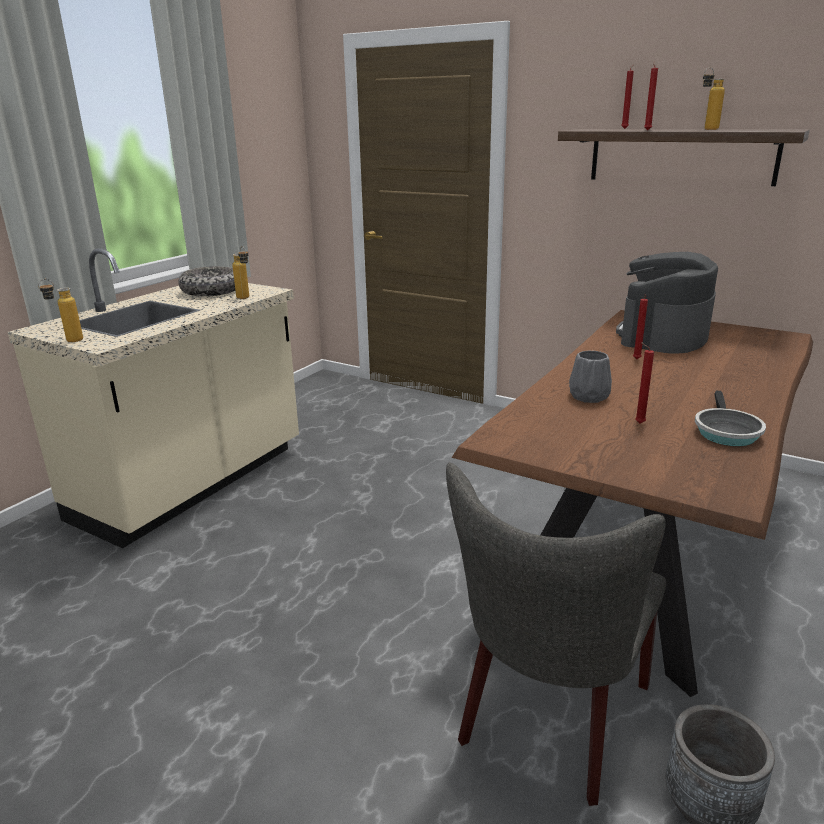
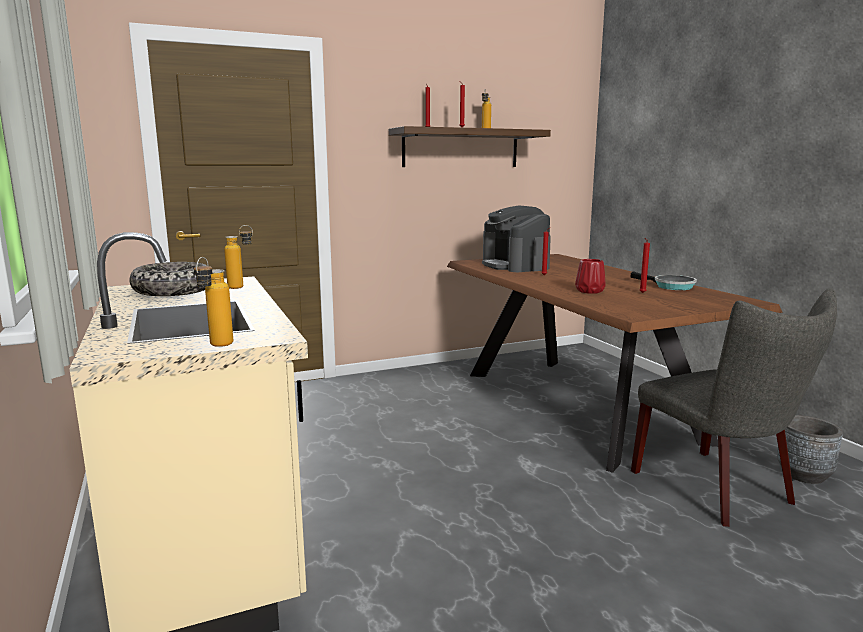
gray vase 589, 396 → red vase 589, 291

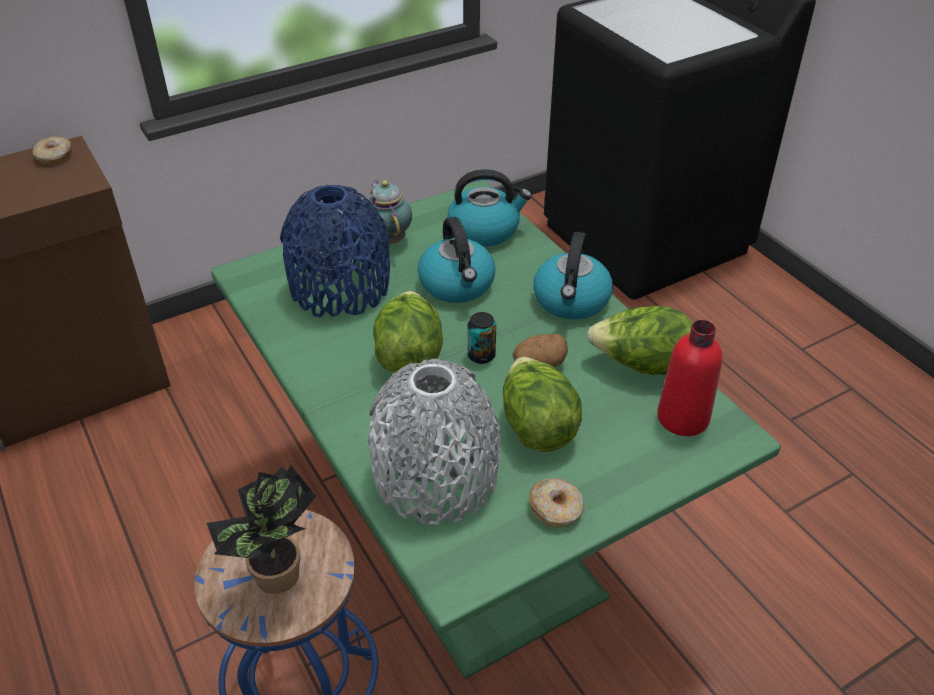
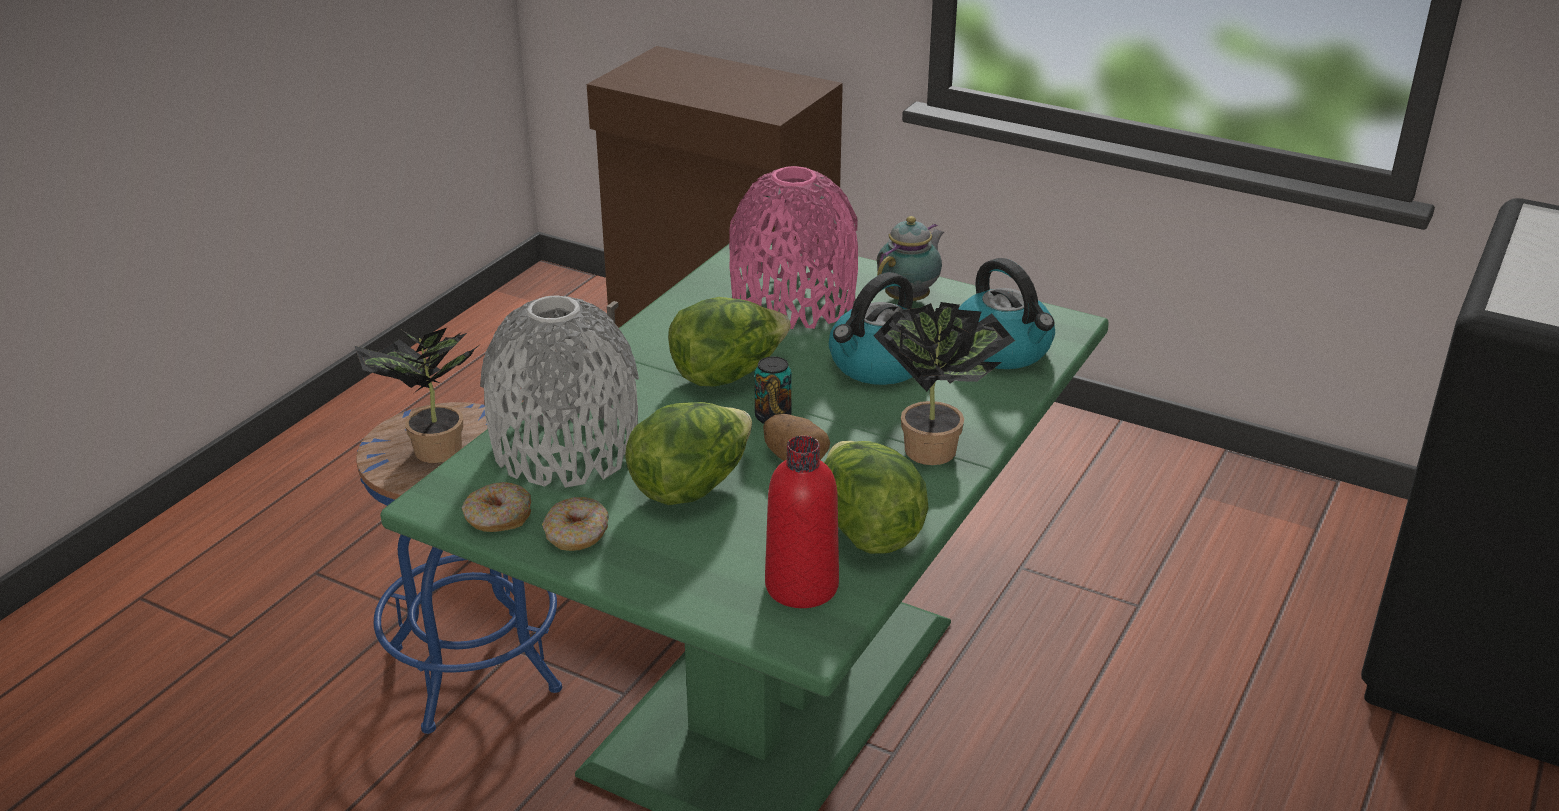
ring doughnut 55, 156 → ring doughnut 498, 518, relocated
blue-coloured vase 340, 288 → pink vase 793, 301
tea kettle 571, 301 → potted plant 936, 447

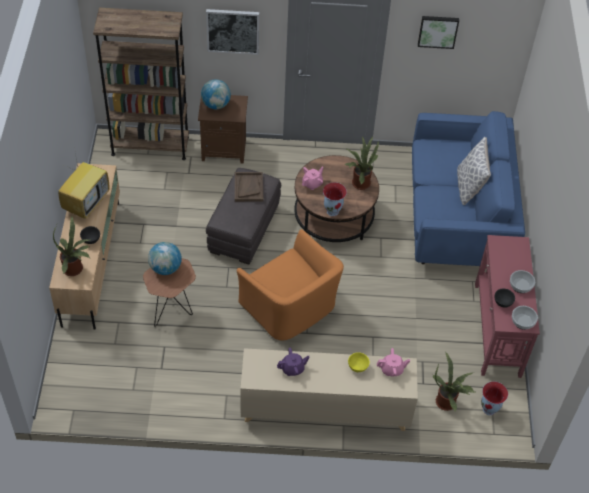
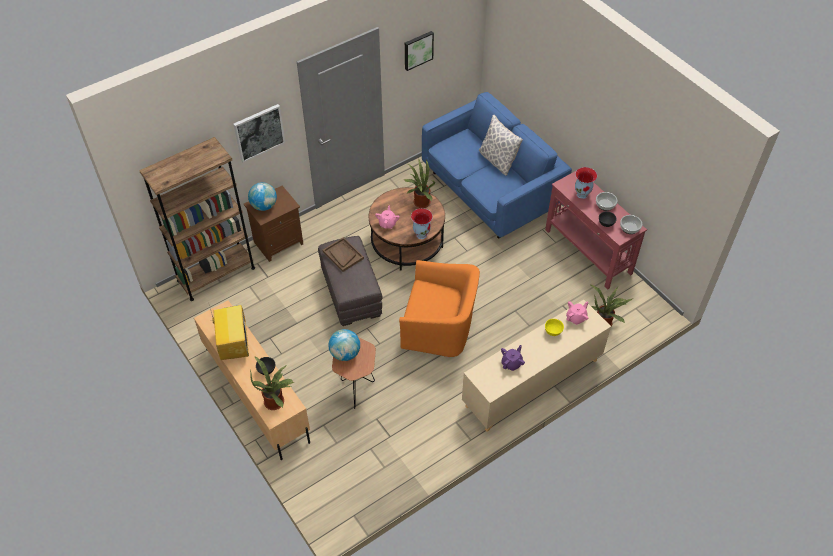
vase 489, 409 → vase 582, 194, relocated

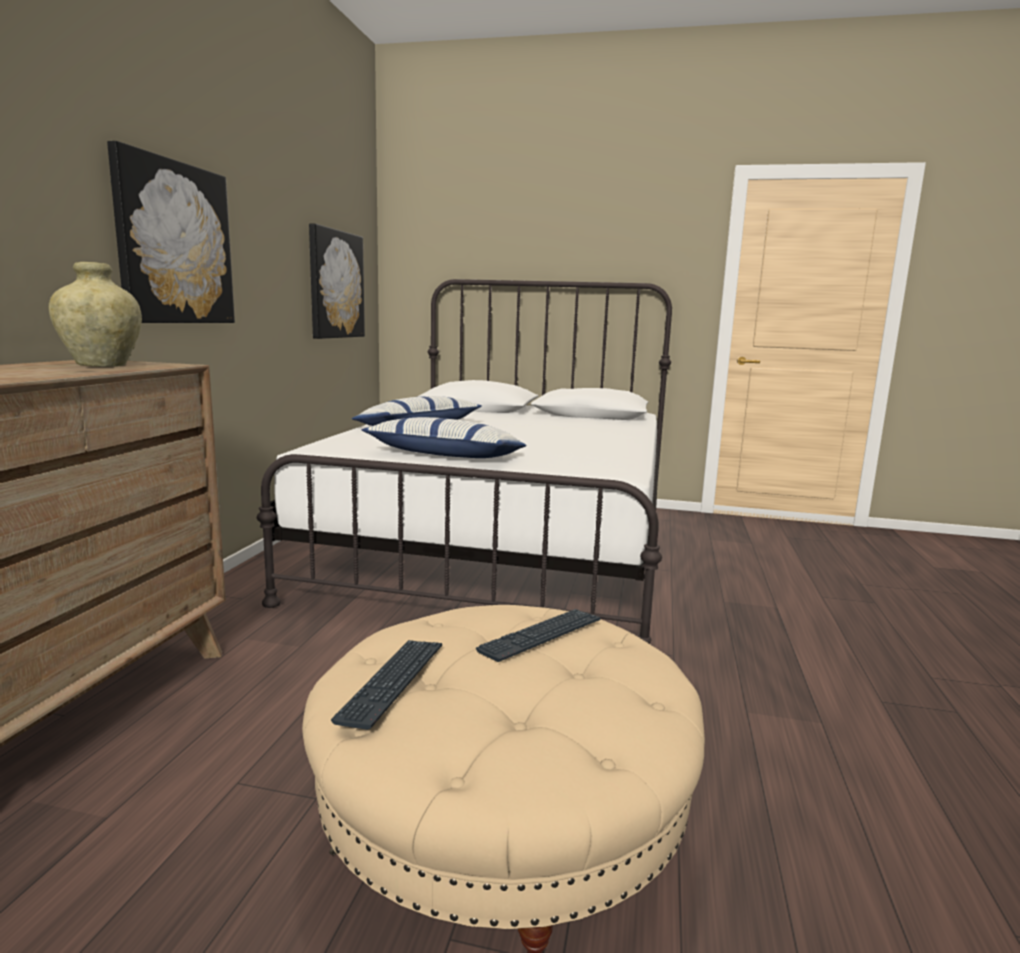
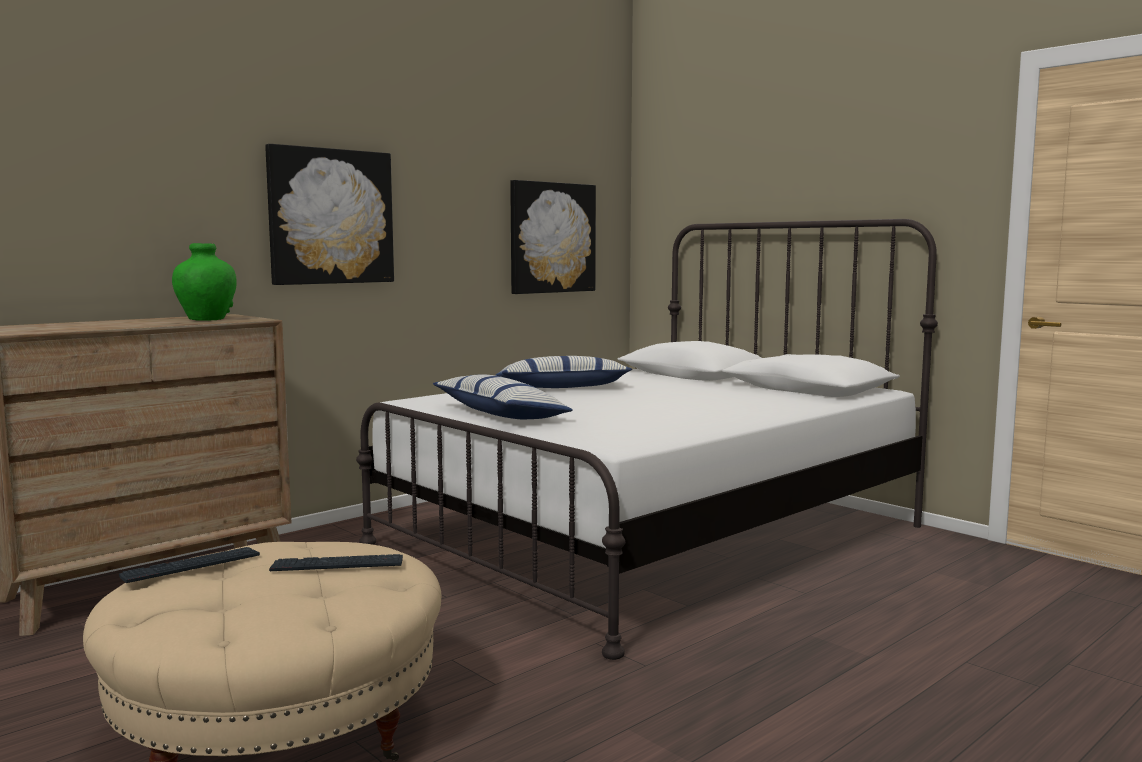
beige-coloured vase 102, 365 → green-coloured vase 206, 319

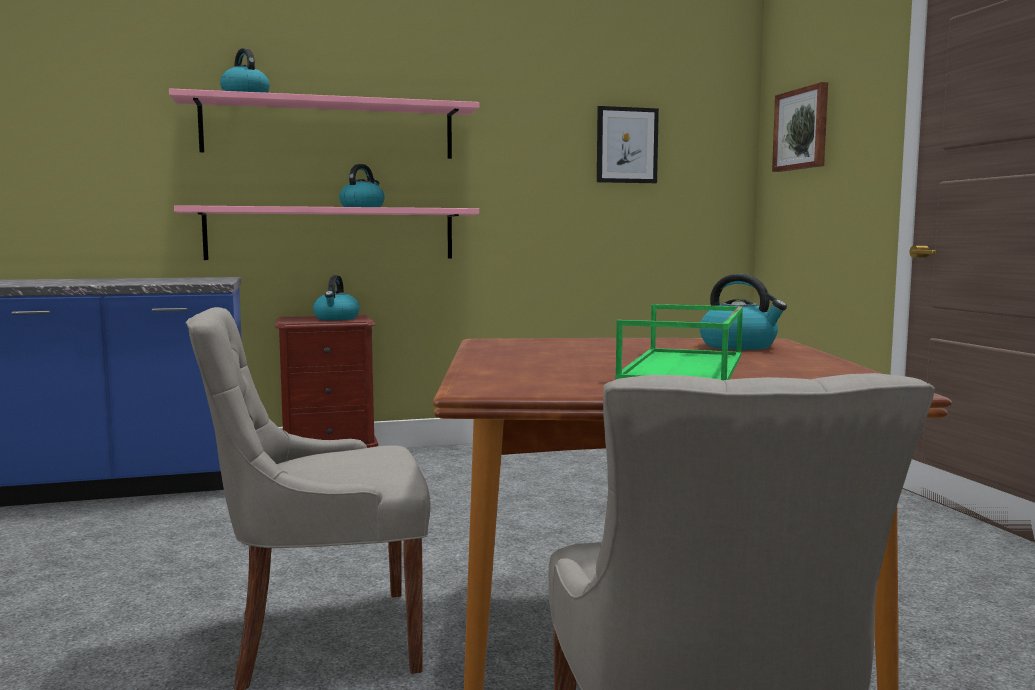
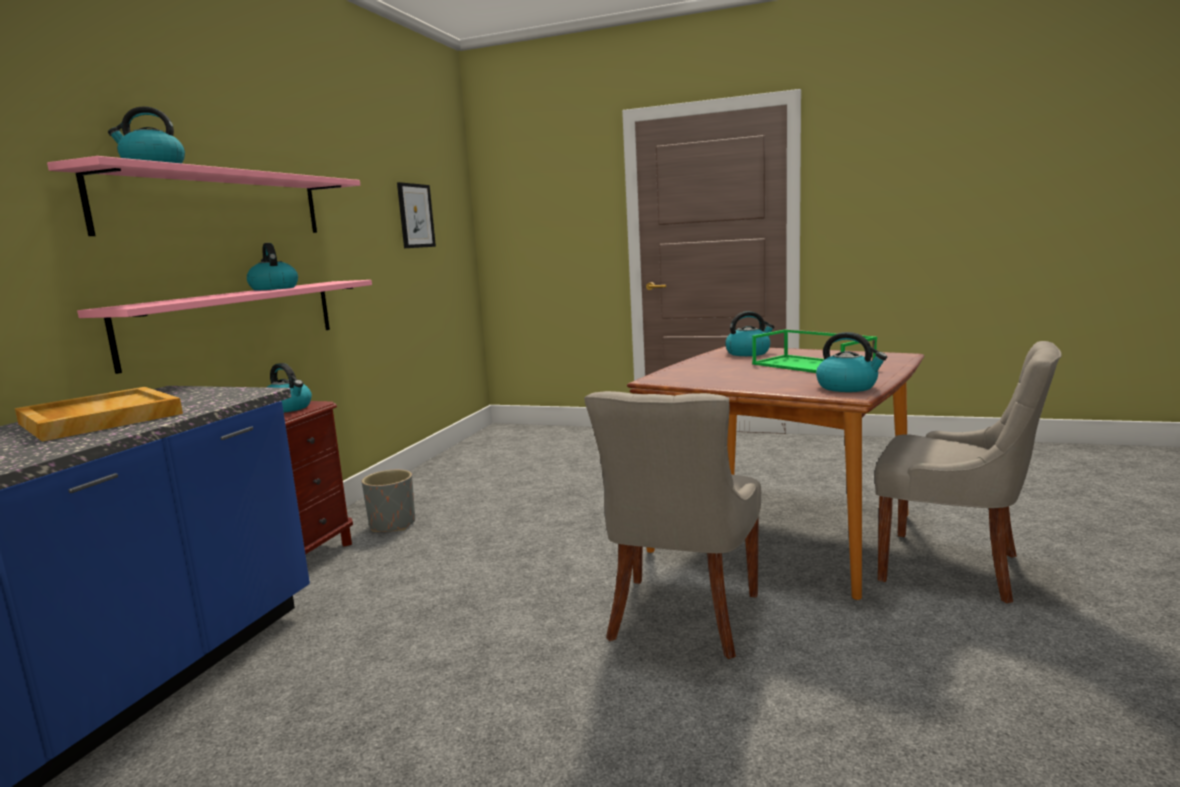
picture 802, 129 → -
- → beige-coloured carrying tray 99, 419
- → gray planter 392, 525
- → tea kettle 848, 387

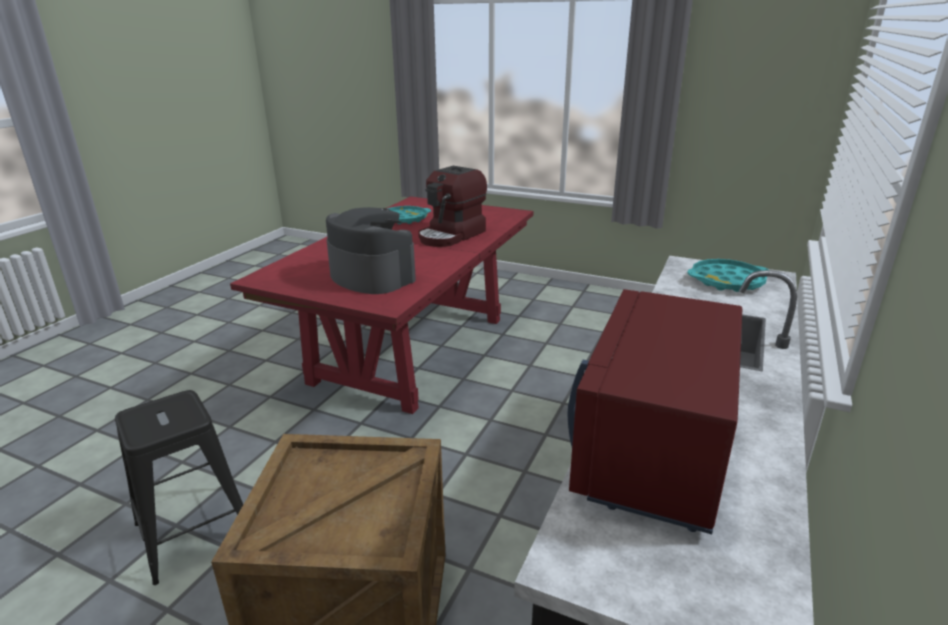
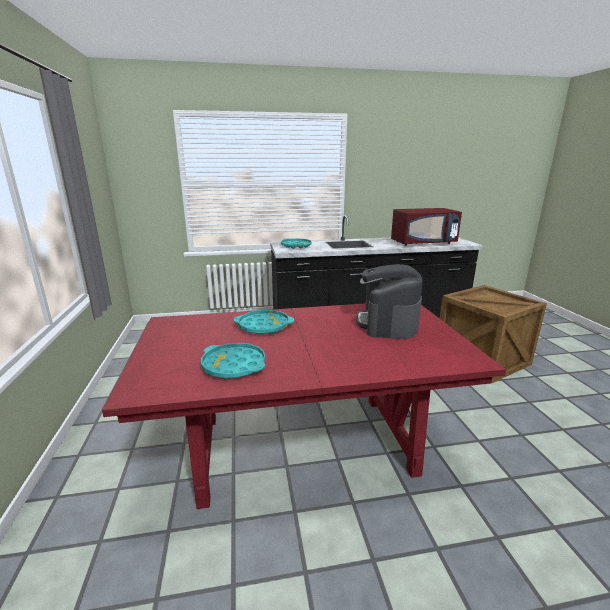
black stool seat 194, 531 → -
coffee machine 452, 235 → turquoise-coloured carrying tray 264, 326

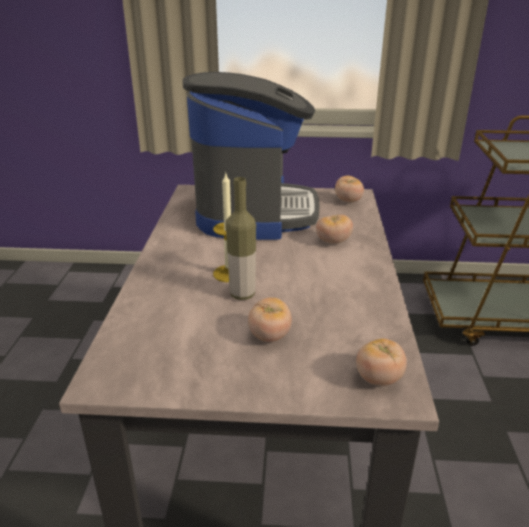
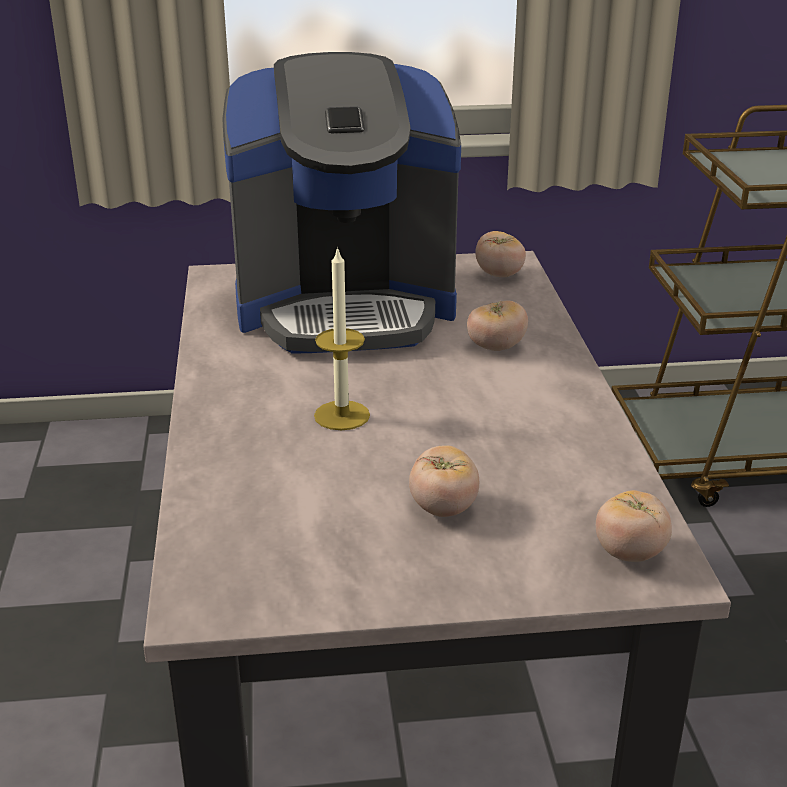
coffee machine 254, 212 → coffee machine 345, 306, 90 degrees clockwise
bottle 242, 294 → -

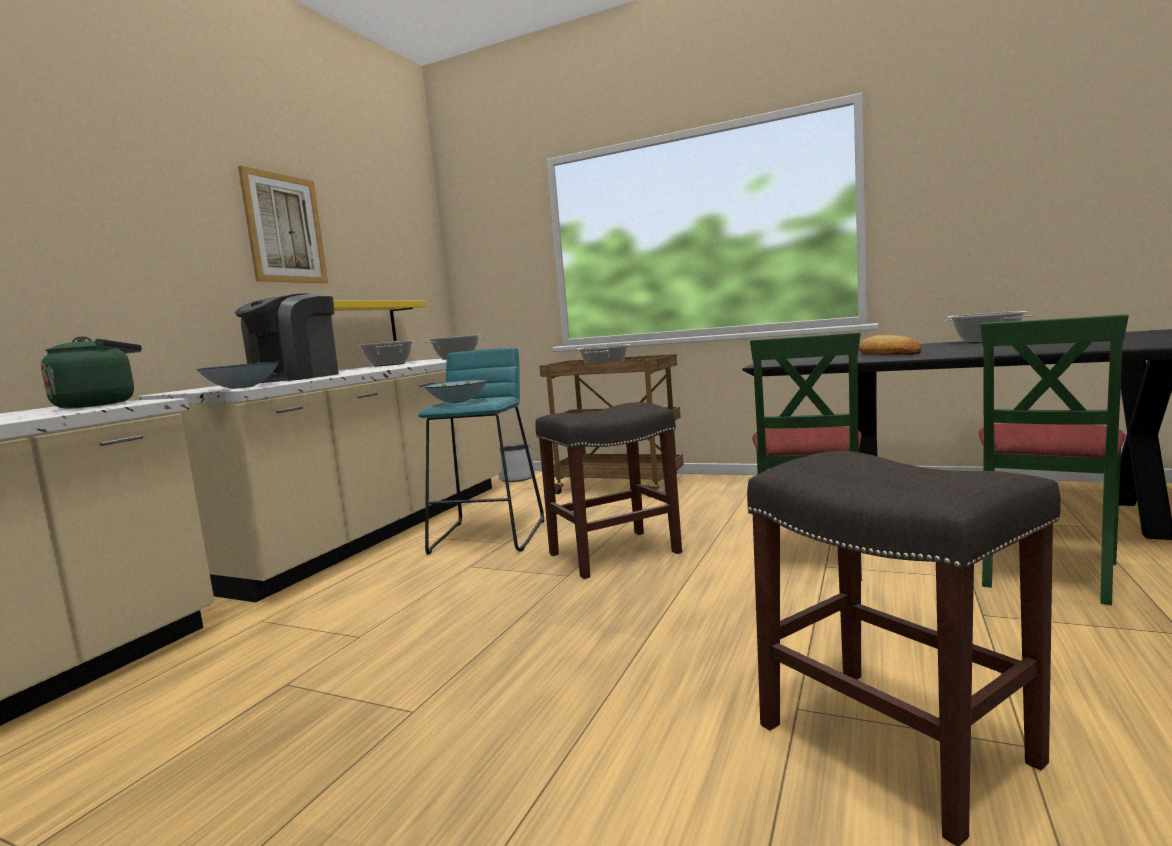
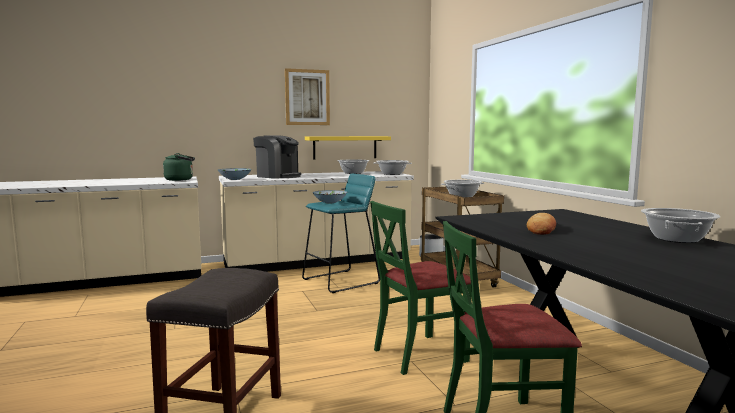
coffee machine 294, 378 → coffee machine 278, 176, 135 degrees counterclockwise
gray stool seat 615, 553 → -

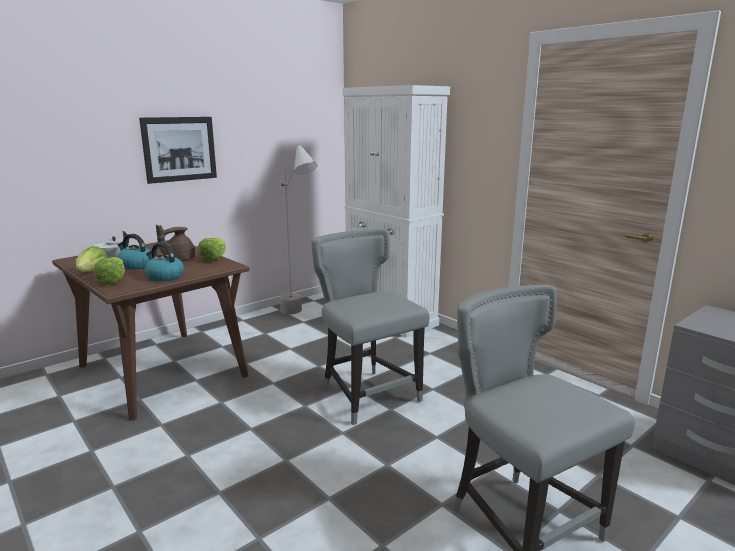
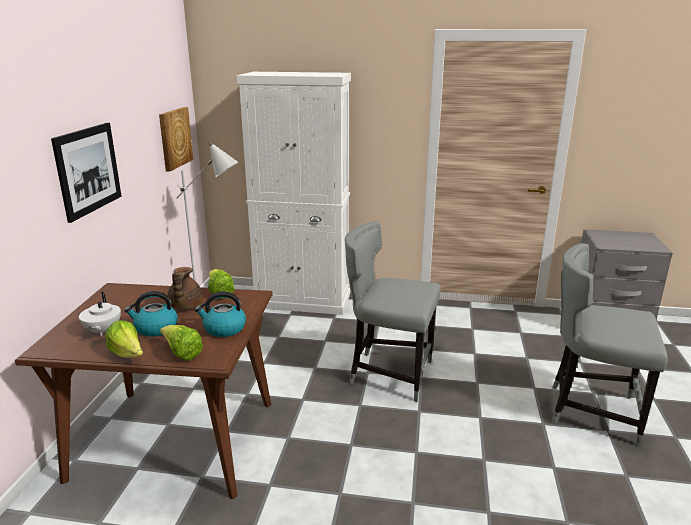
- → picture 174, 138

